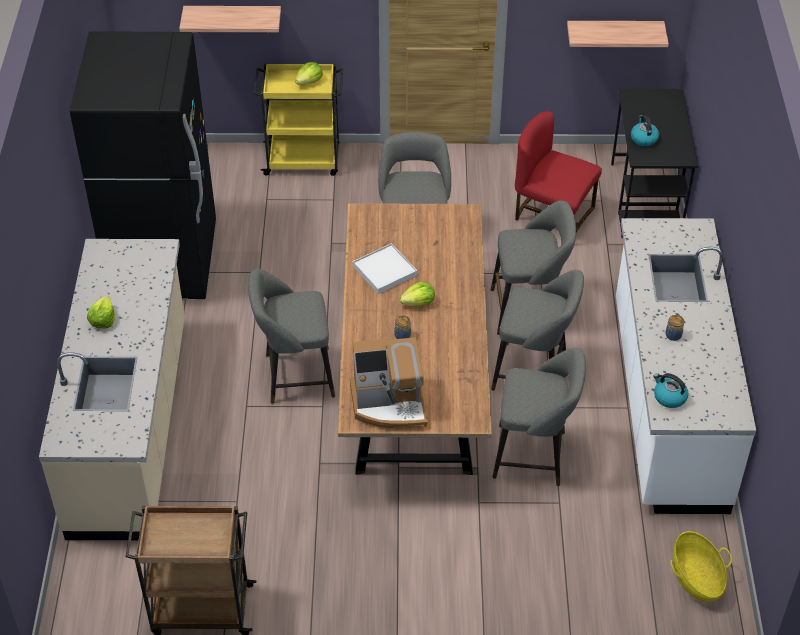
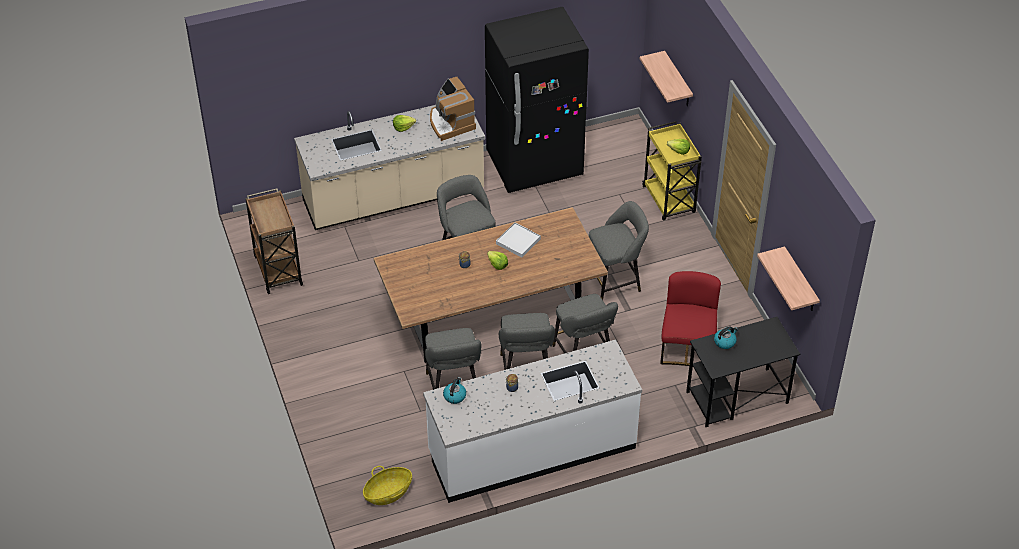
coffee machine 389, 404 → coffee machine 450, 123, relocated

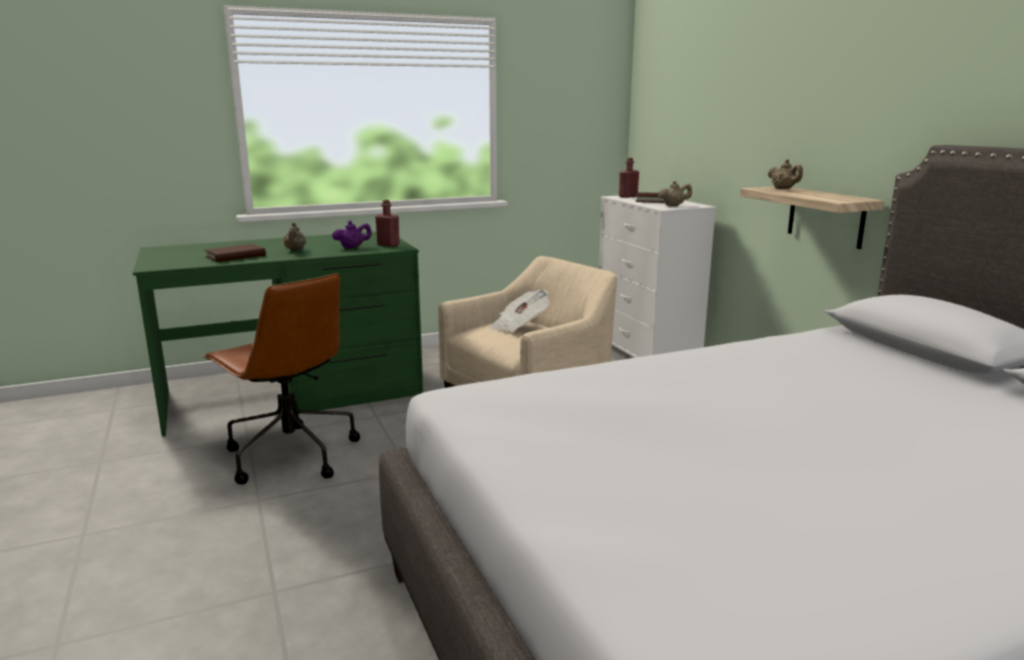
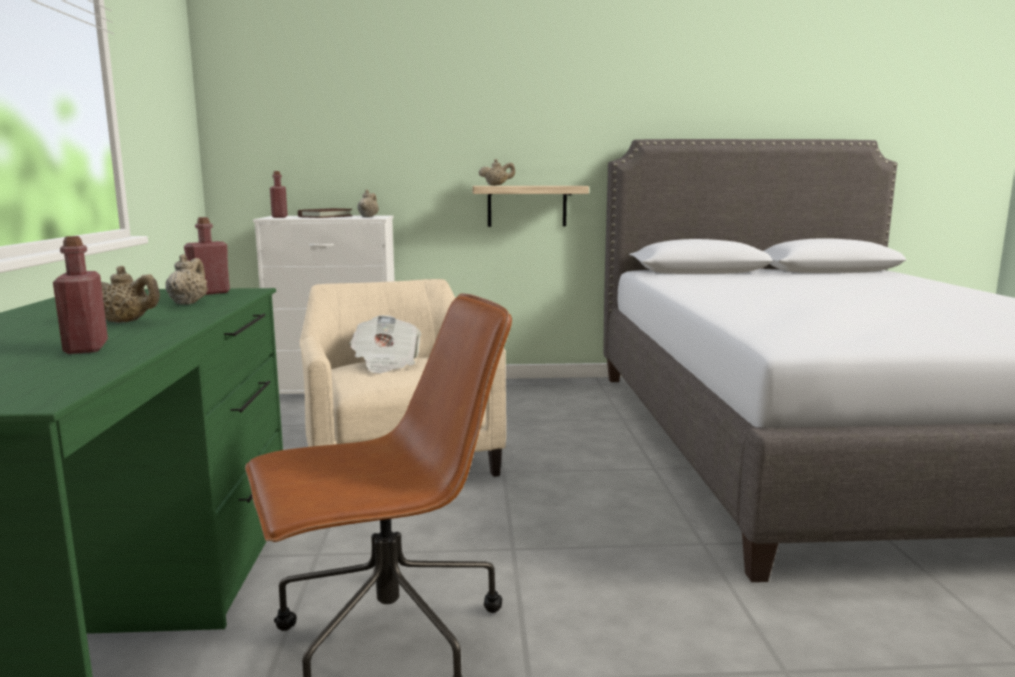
brown book 235, 256 → red bottle 86, 348
purple-coloured teapot 352, 248 → beige-coloured teapot 188, 303

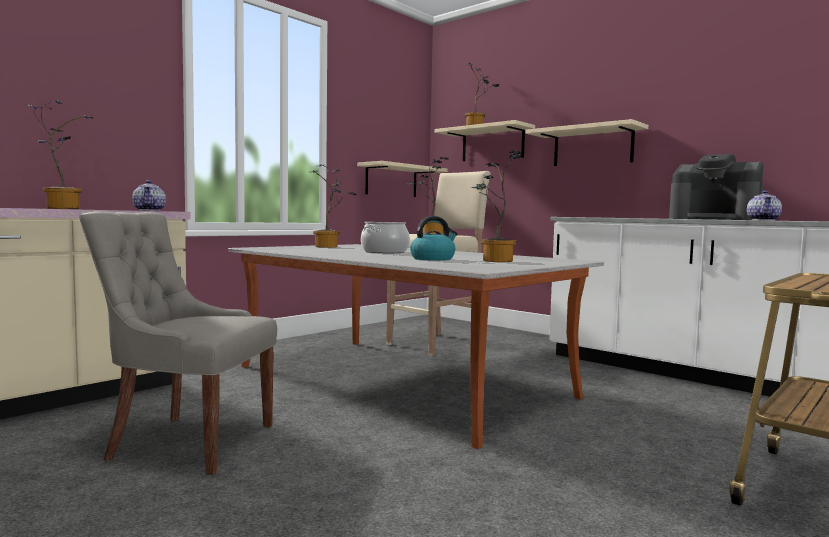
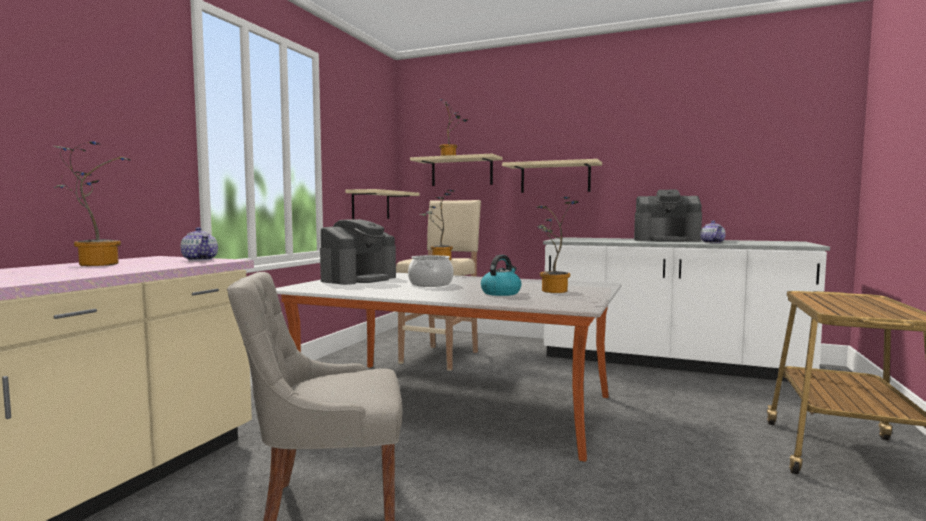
potted plant 329, 247 → coffee machine 359, 279

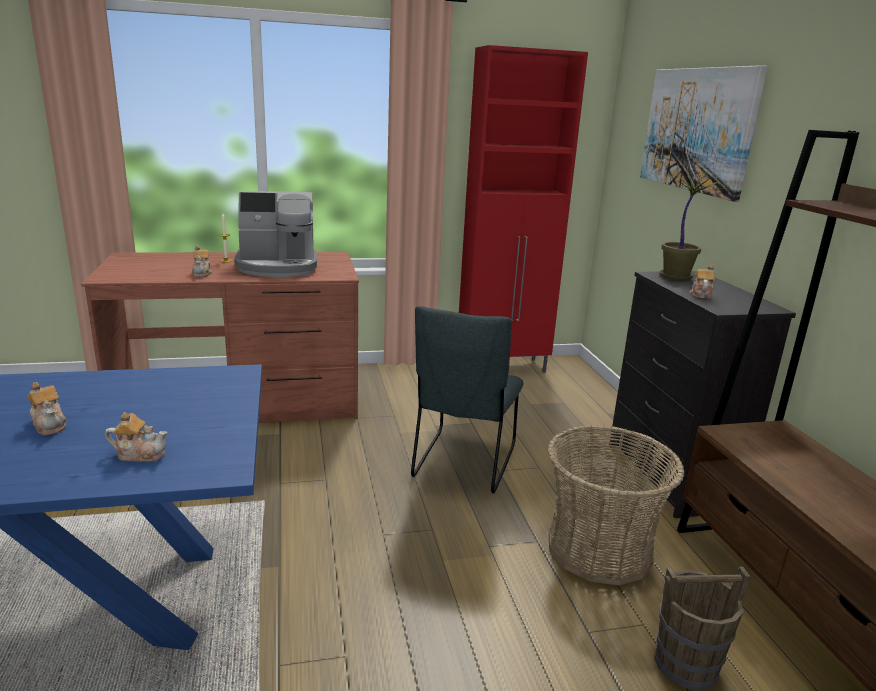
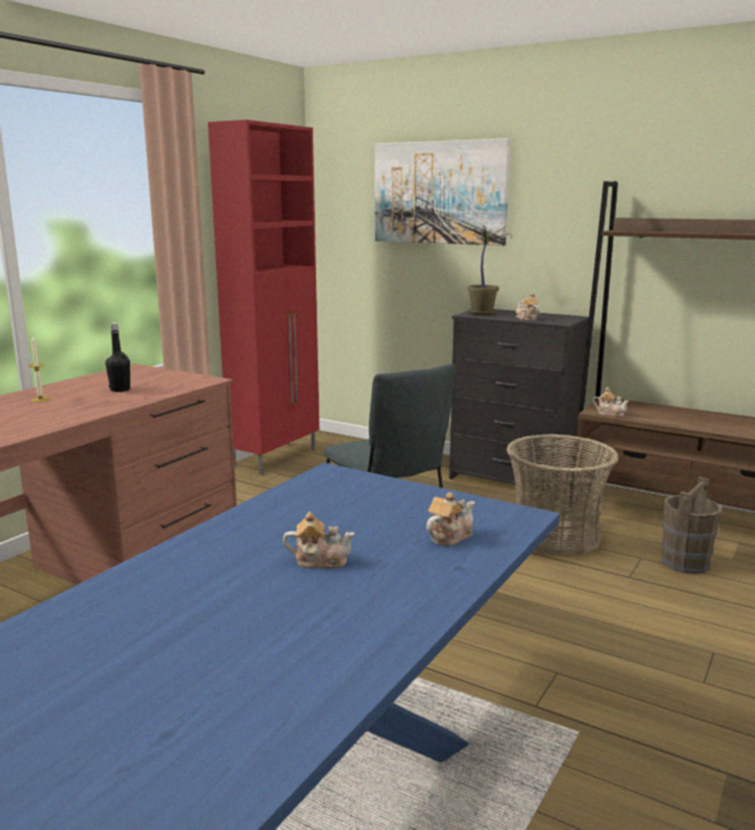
teapot 202, 273 → teapot 610, 413, relocated
coffee machine 278, 267 → black bottle 120, 390

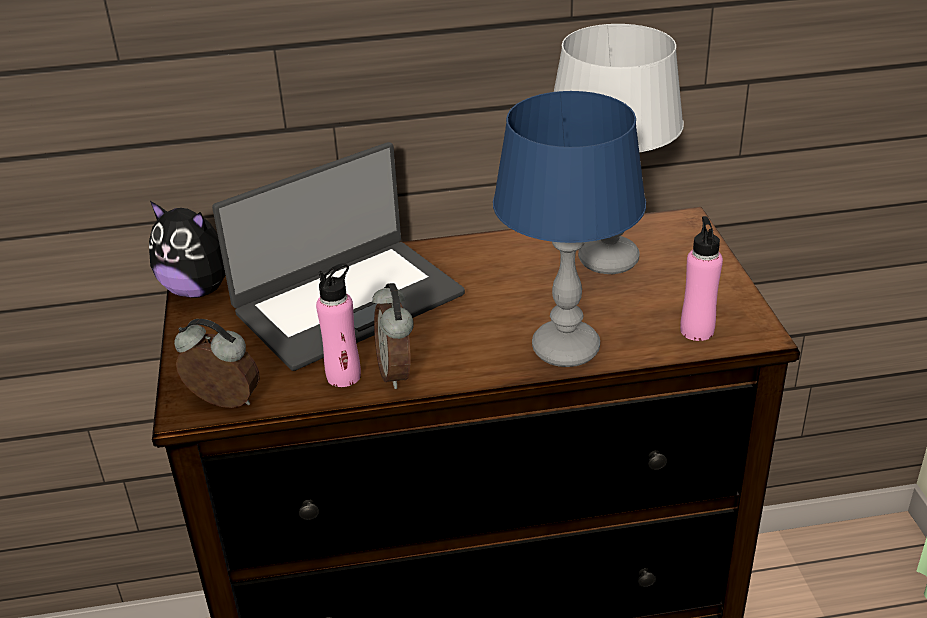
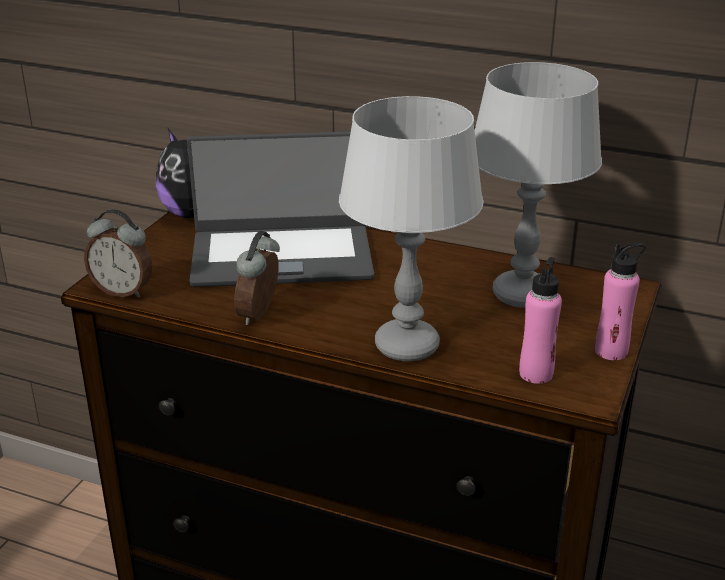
table clock 223, 404 → table clock 123, 291, 150 degrees clockwise
pink bottle 344, 376 → pink bottle 611, 351, relocated
blue-coloured lamp for a table 565, 349 → gray lamp for a table 406, 346

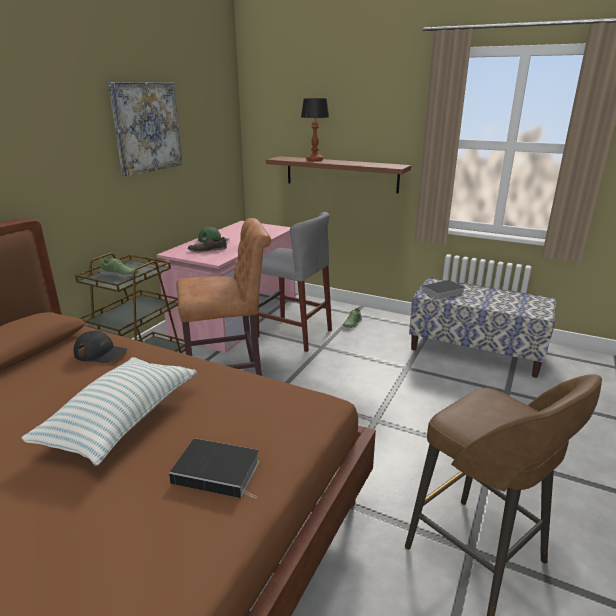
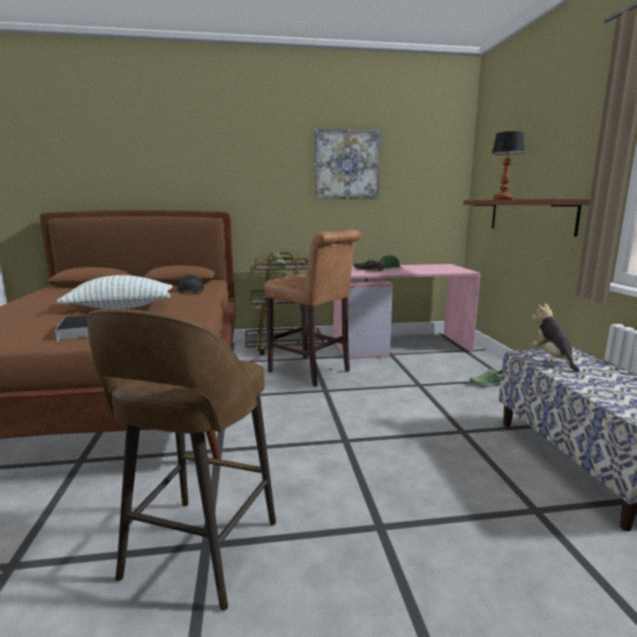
gray stool seat 293, 333 → -
book 442, 292 → cuddly toy 552, 359

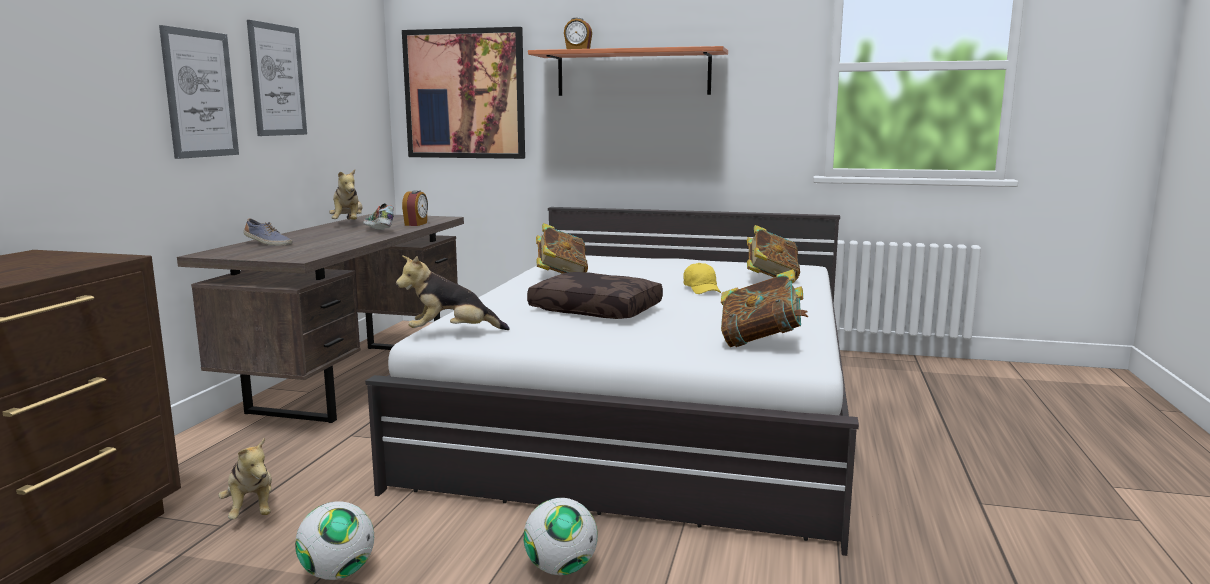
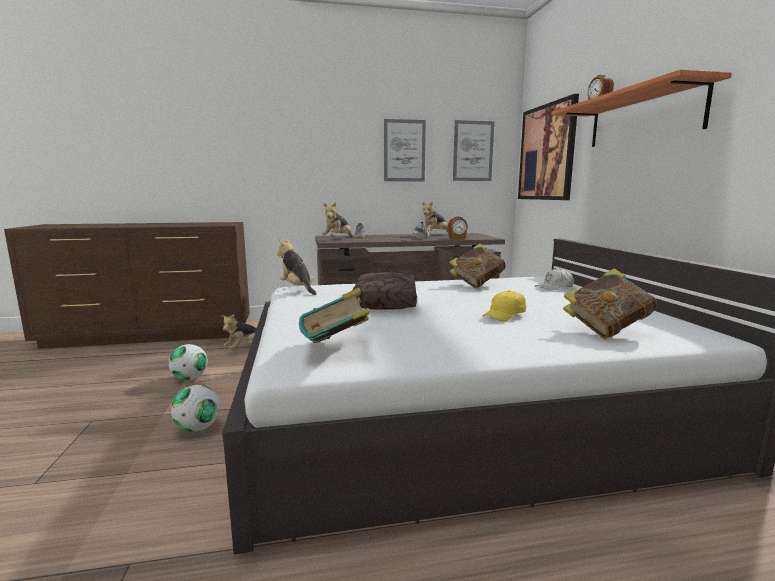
picture 200, 94 → picture 473, 151, relocated
- → cuddly toy 338, 239
- → white-coloured cap 554, 287

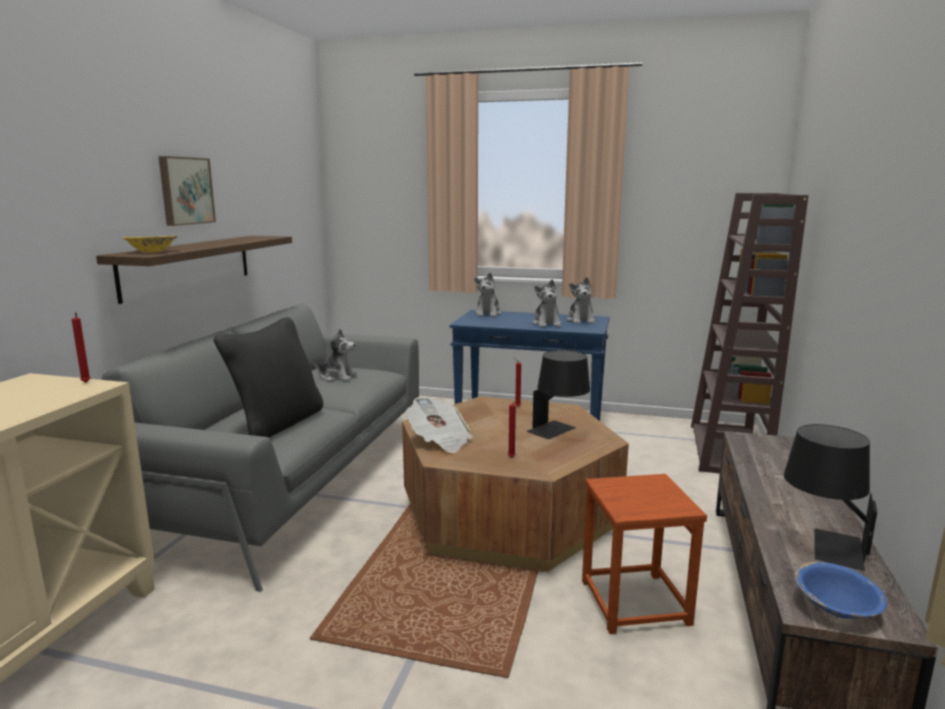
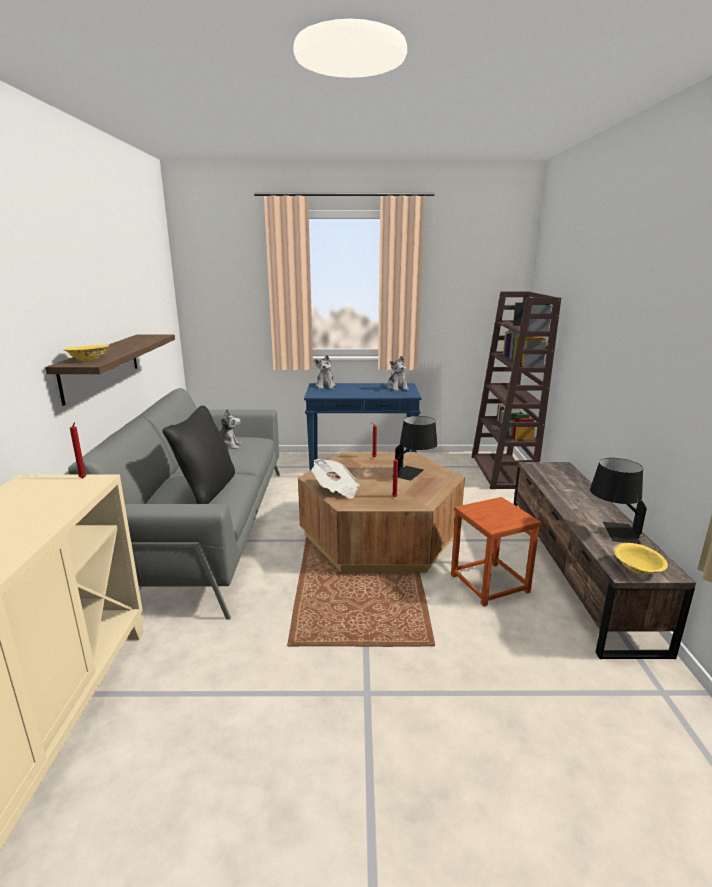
picture 185, 191 → -
cuddly toy 547, 324 → -
blue-coloured deep dish 836, 608 → yellow-coloured deep dish 637, 569

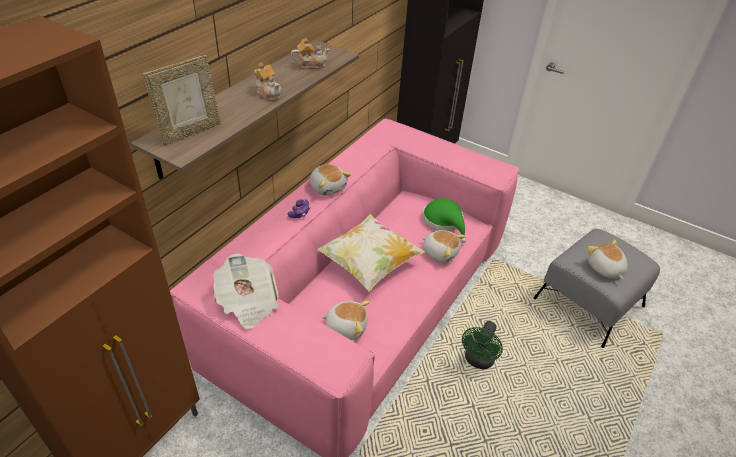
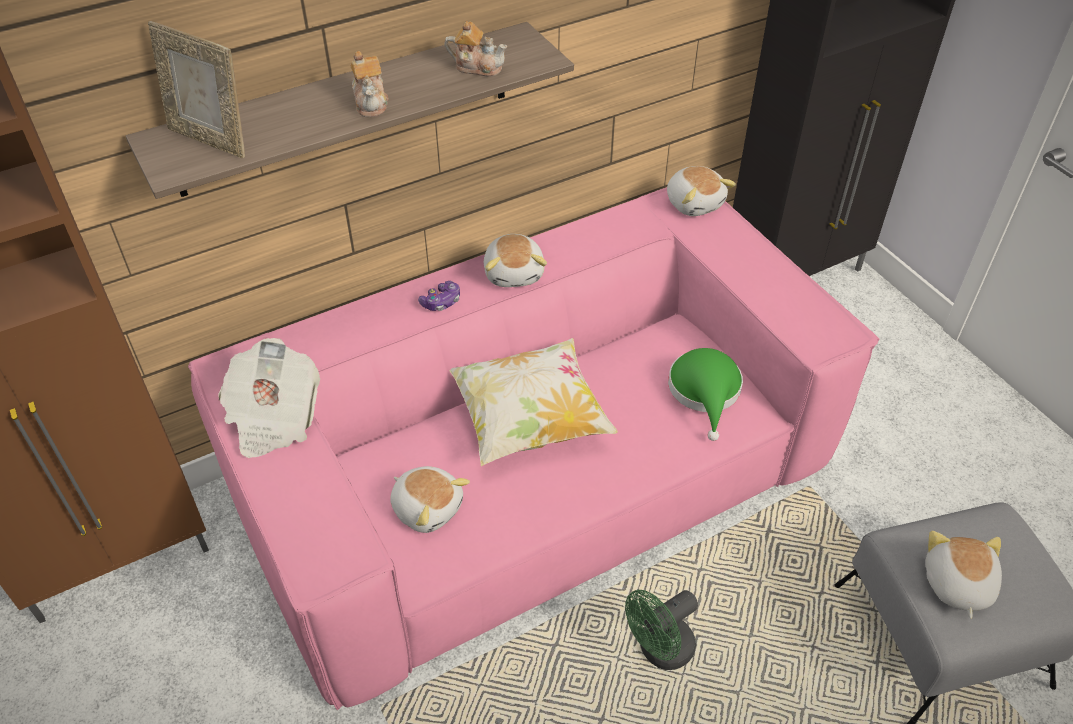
photo frame 190, 132 → photo frame 211, 139, 45 degrees clockwise
cuddly toy 440, 252 → cuddly toy 694, 203, relocated

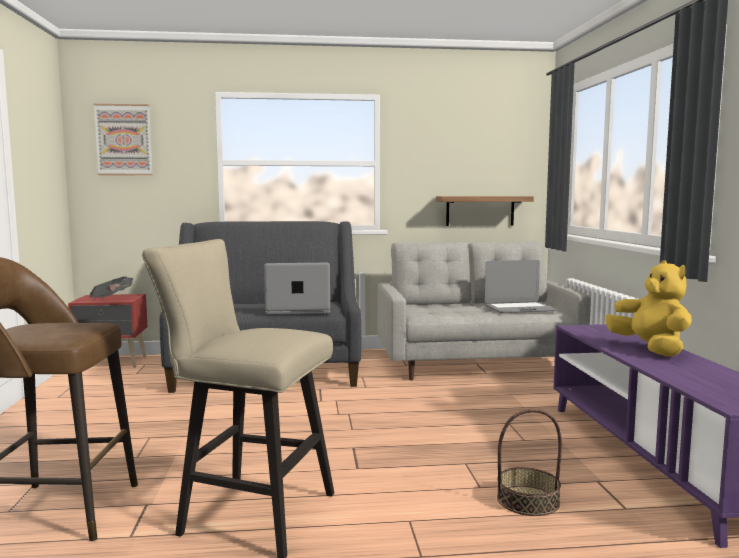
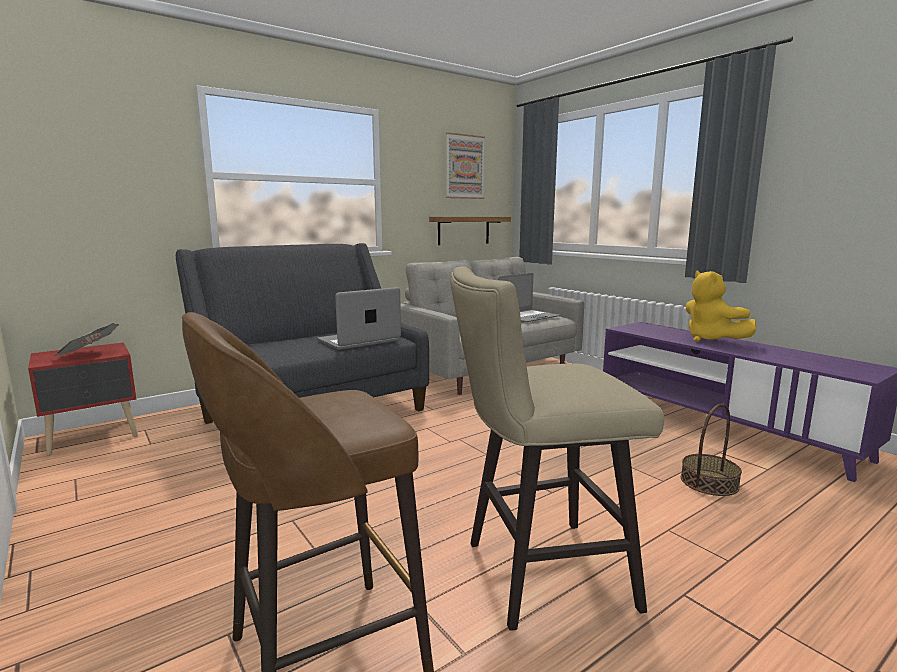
picture 124, 140 → picture 464, 167, relocated
yellow-coloured cuddly toy 650, 349 → yellow-coloured cuddly toy 711, 340, 150 degrees counterclockwise

